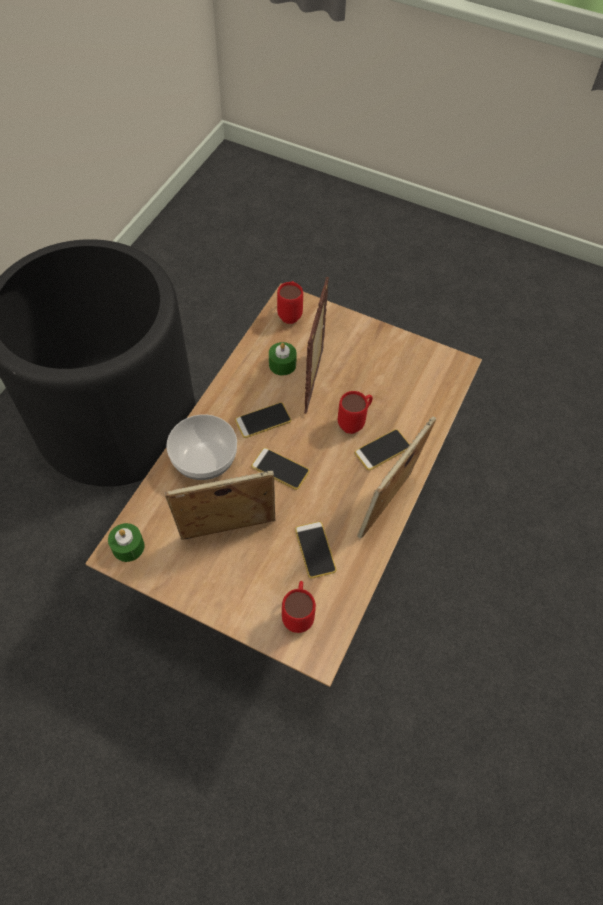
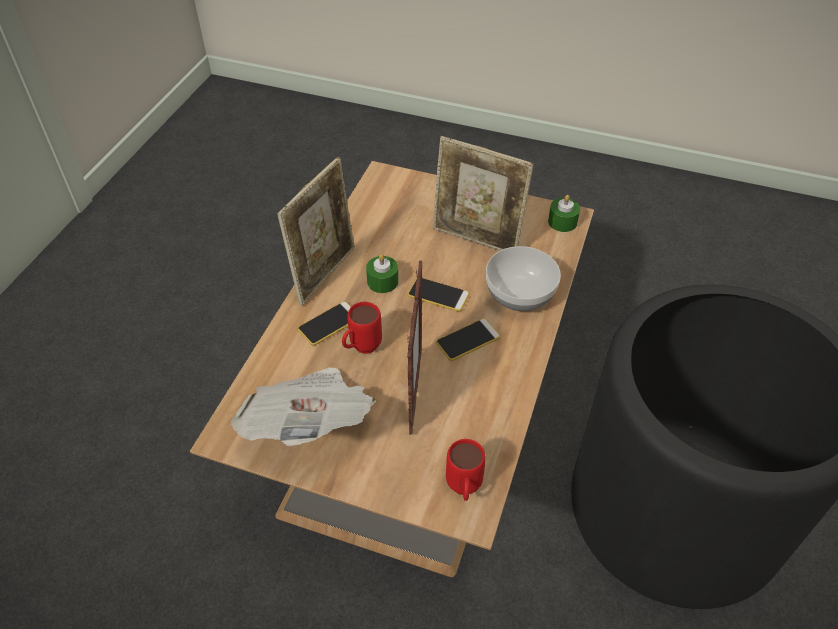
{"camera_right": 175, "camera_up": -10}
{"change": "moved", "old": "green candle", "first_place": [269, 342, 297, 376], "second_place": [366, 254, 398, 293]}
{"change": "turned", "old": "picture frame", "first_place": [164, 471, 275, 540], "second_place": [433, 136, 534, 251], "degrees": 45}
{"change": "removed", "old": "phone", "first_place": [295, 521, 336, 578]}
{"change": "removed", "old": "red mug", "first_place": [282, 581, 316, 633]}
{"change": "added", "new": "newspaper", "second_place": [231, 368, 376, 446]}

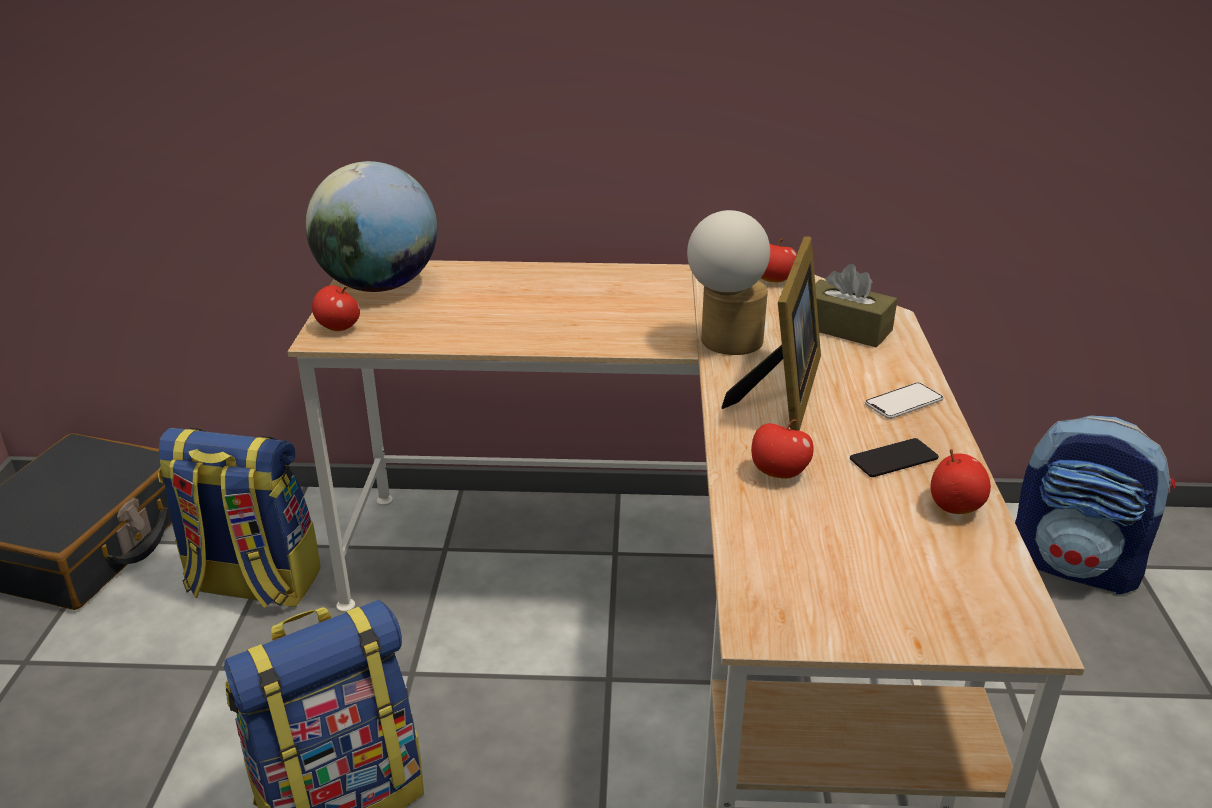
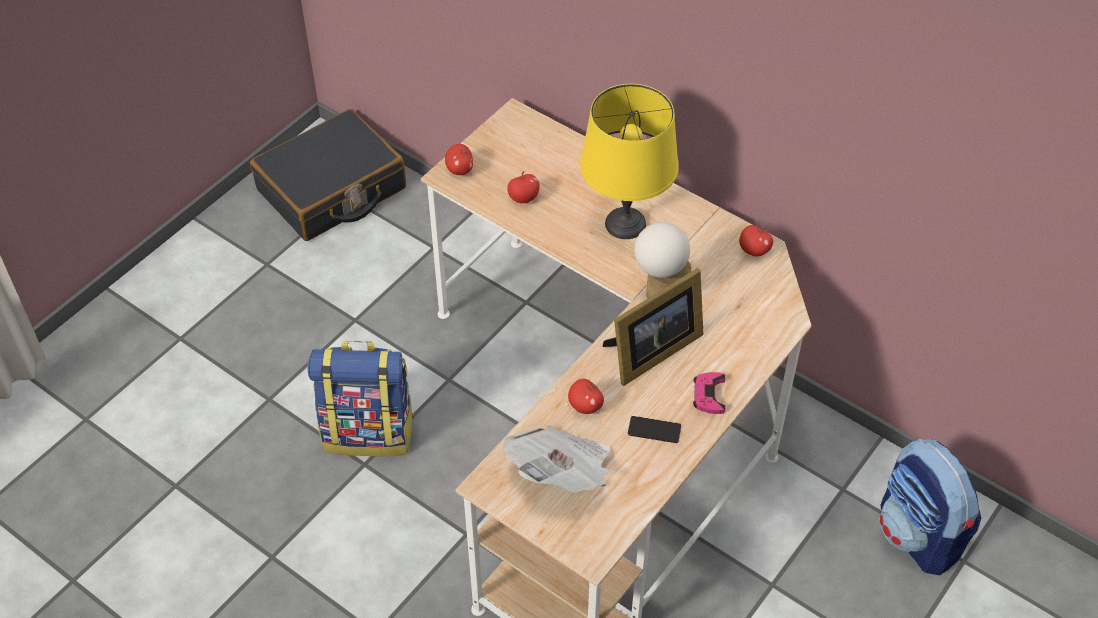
{"camera_right": 35, "camera_up": 20}
{"change": "removed", "old": "globe", "first_place": [305, 161, 437, 292]}
{"change": "removed", "old": "brown tissue box", "first_place": [815, 264, 897, 347]}
{"change": "replaced", "old": "phone", "new": "pink game controller", "first_place": [865, 383, 944, 419], "second_place": [693, 372, 726, 414]}
{"change": "removed", "old": "backpack", "first_place": [158, 428, 321, 608]}
{"change": "moved", "old": "apple", "first_place": [931, 449, 991, 514], "second_place": [507, 171, 540, 203]}
{"change": "added", "new": "yellow table lamp", "second_place": [580, 84, 679, 239]}
{"change": "added", "new": "newspaper", "second_place": [503, 425, 611, 493]}

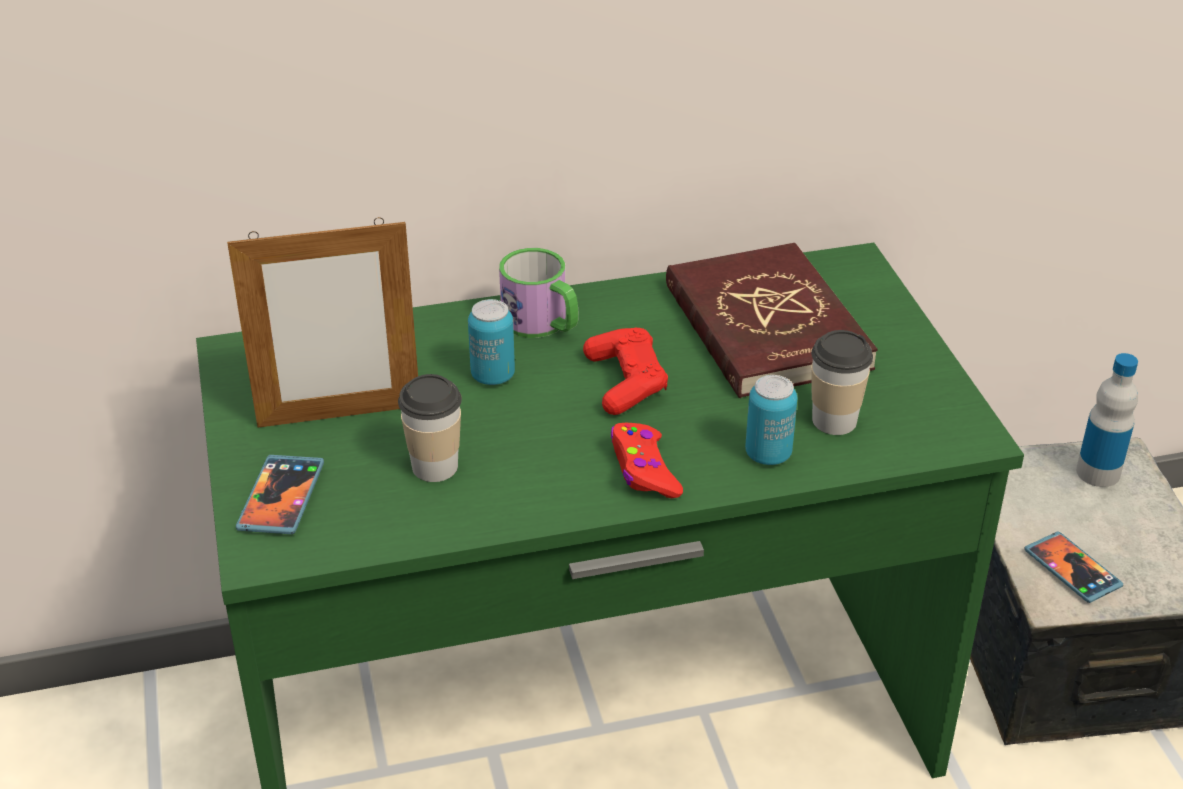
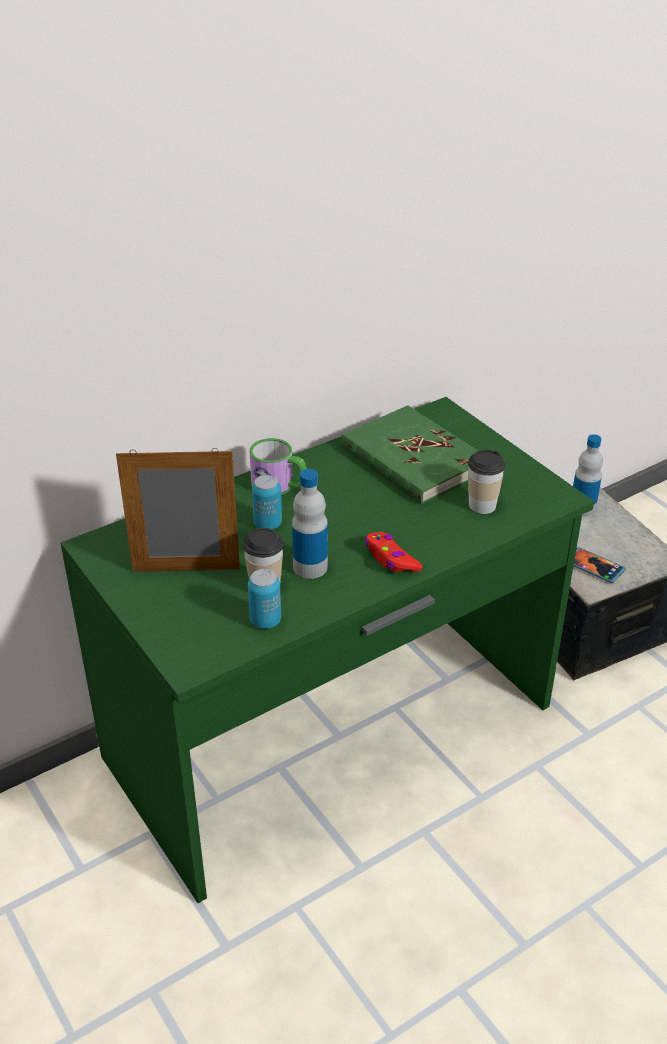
{"camera_right": -20, "camera_up": 0}
{"change": "turned", "old": "picture frame", "first_place": [227, 217, 418, 428], "second_place": [116, 448, 240, 572], "degrees": -150}
{"change": "recoloured", "old": "red book", "new": "green book", "first_place": [666, 243, 877, 398], "second_place": [341, 405, 478, 505]}
{"change": "removed", "old": "red game controller", "first_place": [583, 328, 668, 415]}
{"change": "moved", "old": "can", "first_place": [745, 375, 797, 465], "second_place": [248, 569, 281, 629]}
{"change": "removed", "old": "phone", "first_place": [236, 455, 324, 534]}
{"change": "added", "new": "bottle", "second_place": [292, 469, 328, 579]}

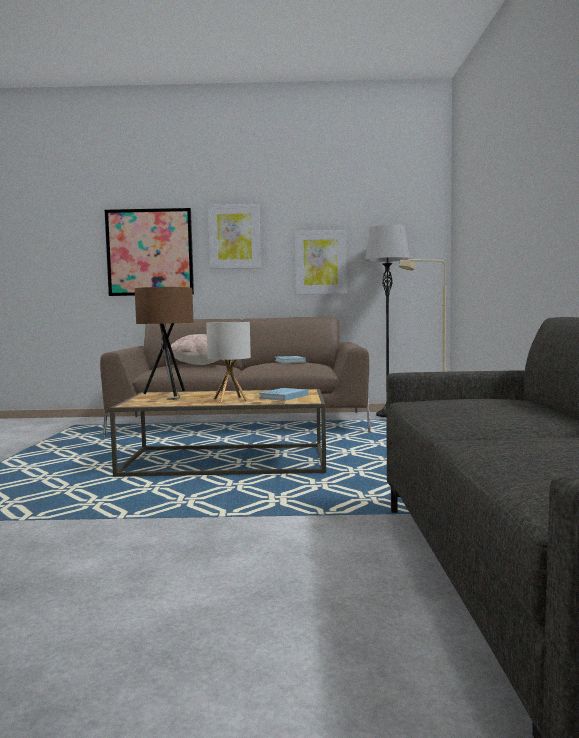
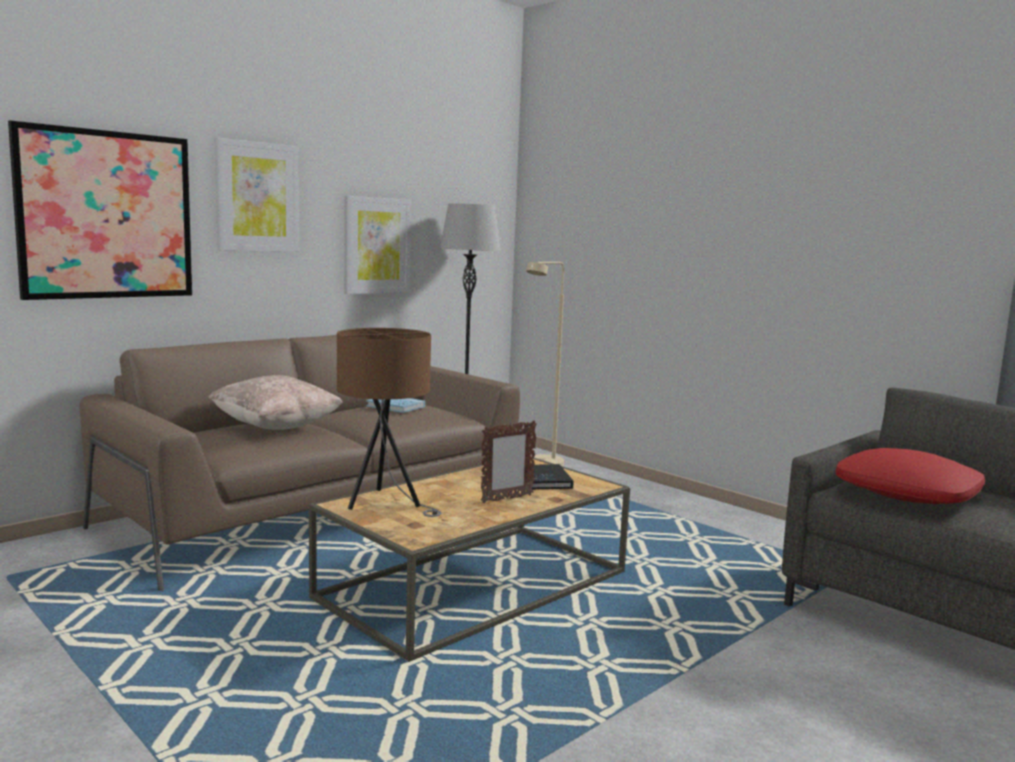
{"camera_right": -45, "camera_up": 5}
{"change": "replaced", "old": "table lamp", "new": "picture frame", "first_place": [206, 322, 251, 403], "second_place": [481, 421, 537, 503]}
{"change": "recoloured", "old": "blue book", "new": "black book", "first_place": [259, 388, 309, 401], "second_place": [528, 464, 574, 489]}
{"change": "added", "new": "red pillow", "second_place": [836, 448, 985, 504]}

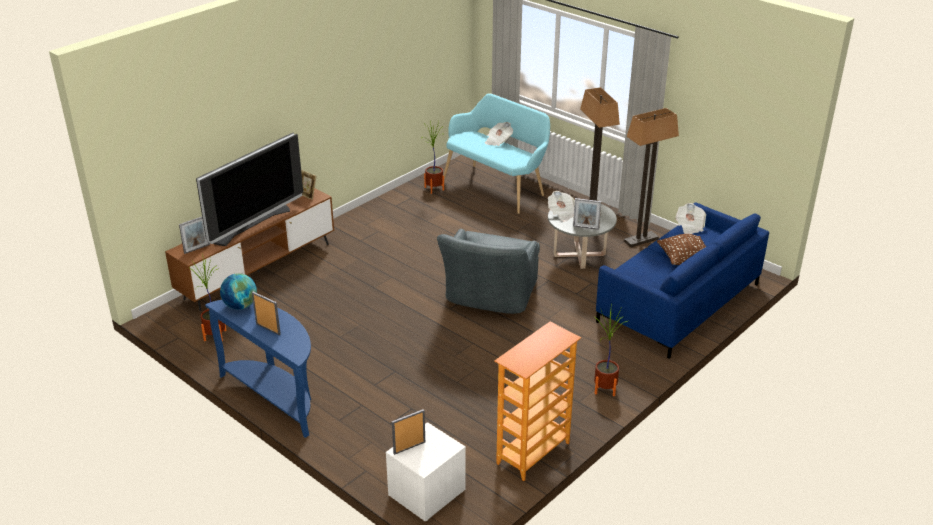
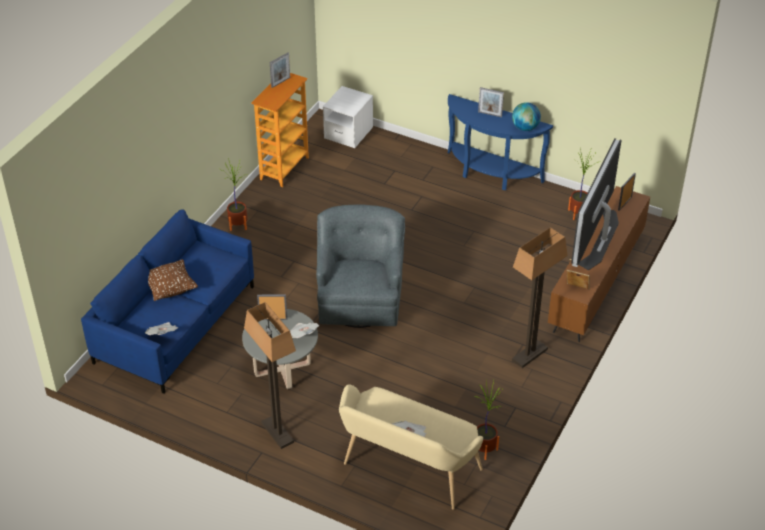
{"camera_right": 165, "camera_up": 10}
{"change": "recoloured", "old": "turquoise bench", "new": "beige bench", "first_place": [443, 93, 550, 214], "second_place": [339, 384, 483, 510]}
{"change": "moved", "old": "floor lamp", "first_place": [624, 108, 679, 247], "second_place": [512, 227, 568, 368]}
{"change": "moved", "old": "picture frame", "first_place": [392, 409, 425, 455], "second_place": [270, 52, 290, 88]}

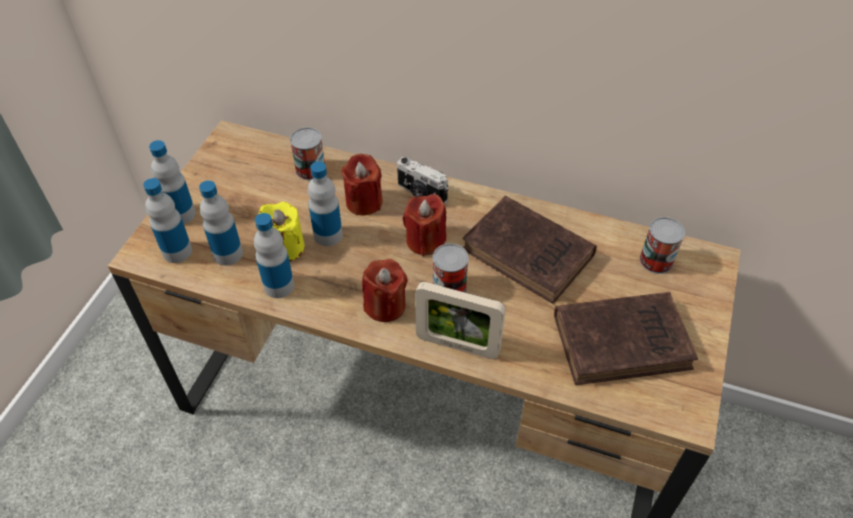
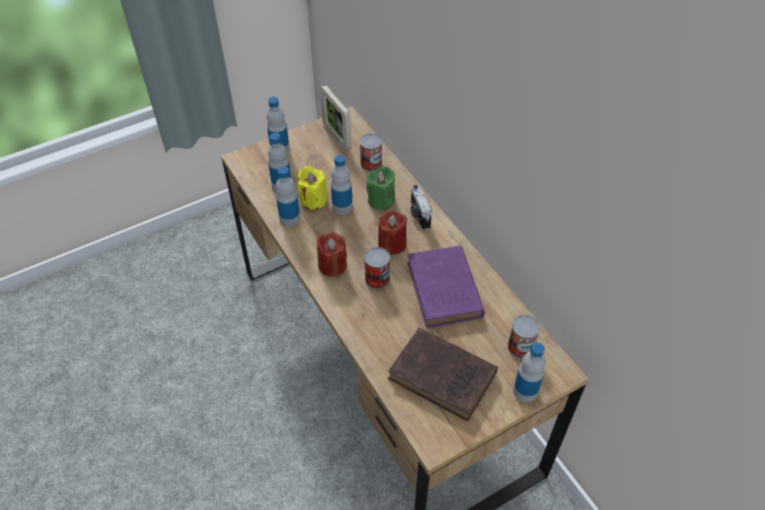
{"camera_right": 40, "camera_up": 0}
{"change": "recoloured", "old": "red candle", "new": "green candle", "first_place": [342, 154, 383, 215], "second_place": [366, 166, 395, 211]}
{"change": "moved", "old": "bottle", "first_place": [143, 178, 192, 263], "second_place": [513, 342, 546, 402]}
{"change": "recoloured", "old": "brown book", "new": "purple book", "first_place": [463, 196, 597, 304], "second_place": [407, 246, 485, 328]}
{"change": "moved", "old": "picture frame", "first_place": [415, 282, 506, 359], "second_place": [320, 85, 352, 151]}

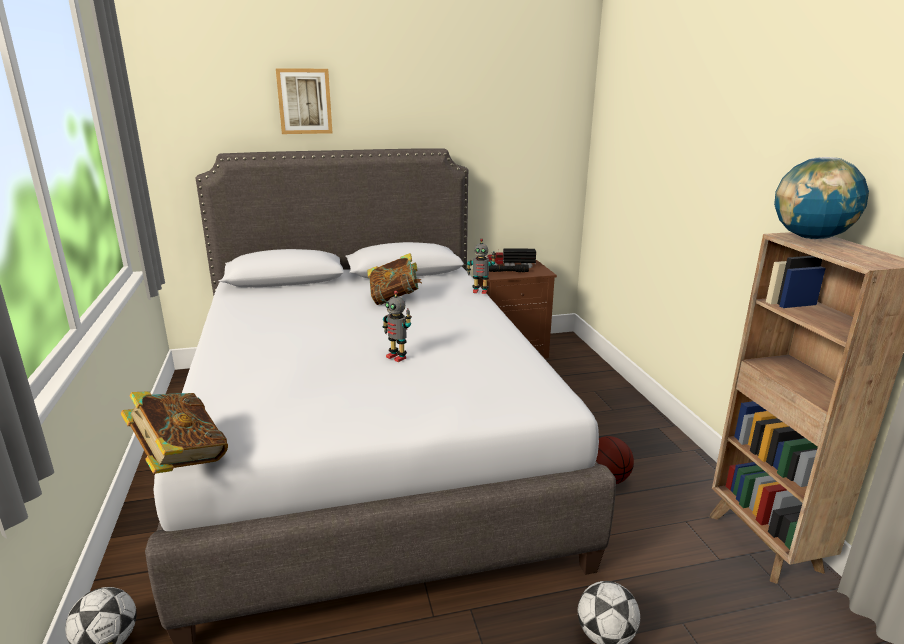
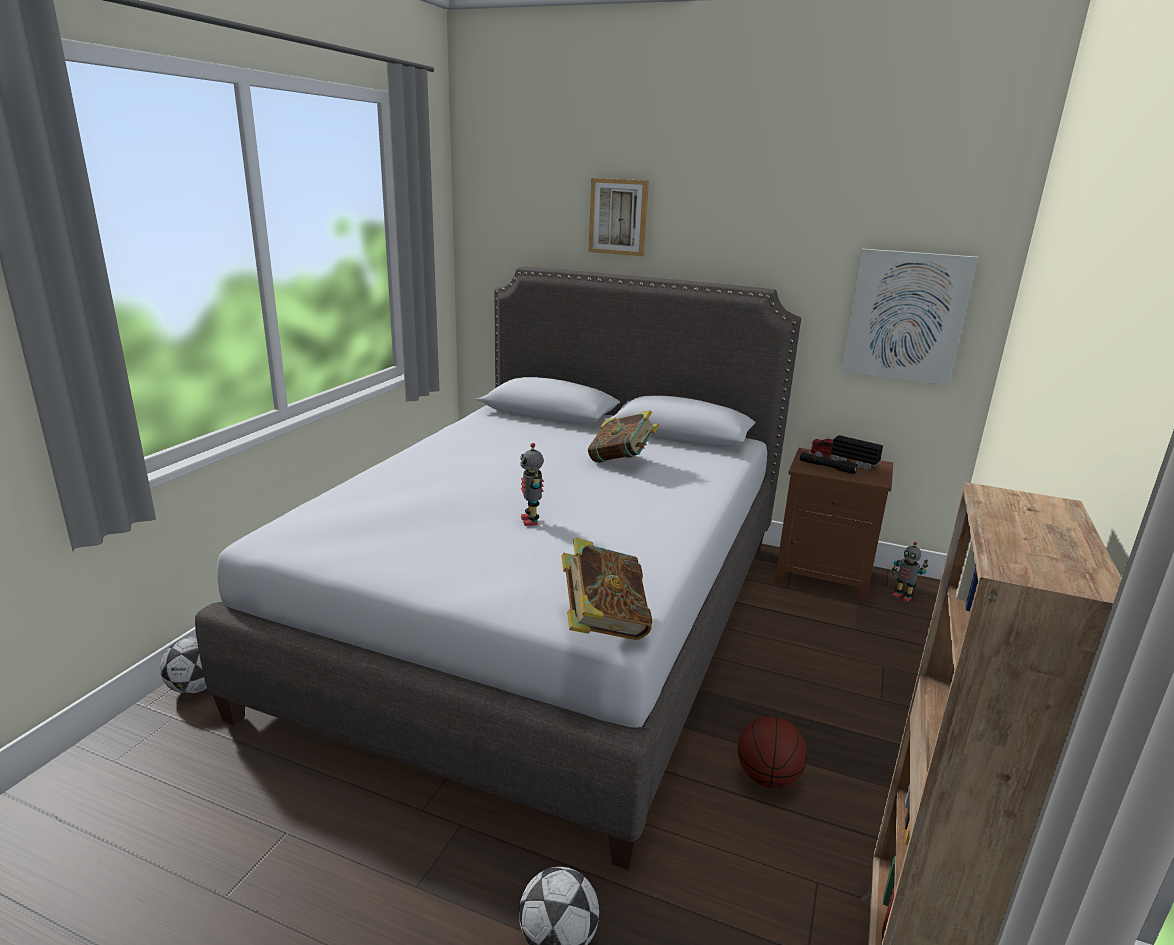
{"camera_right": 35, "camera_up": 0}
{"change": "removed", "old": "globe", "first_place": [774, 157, 869, 239]}
{"change": "moved", "old": "toy robot", "first_place": [467, 239, 496, 294], "second_place": [892, 542, 928, 602]}
{"change": "moved", "old": "book", "first_place": [120, 391, 228, 474], "second_place": [561, 538, 652, 640]}
{"change": "added", "new": "picture", "second_place": [842, 249, 978, 385]}

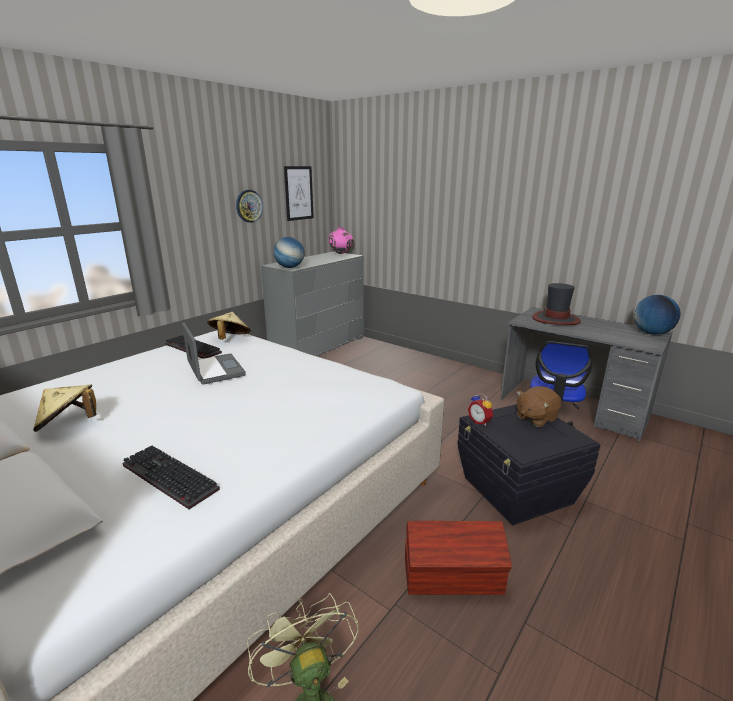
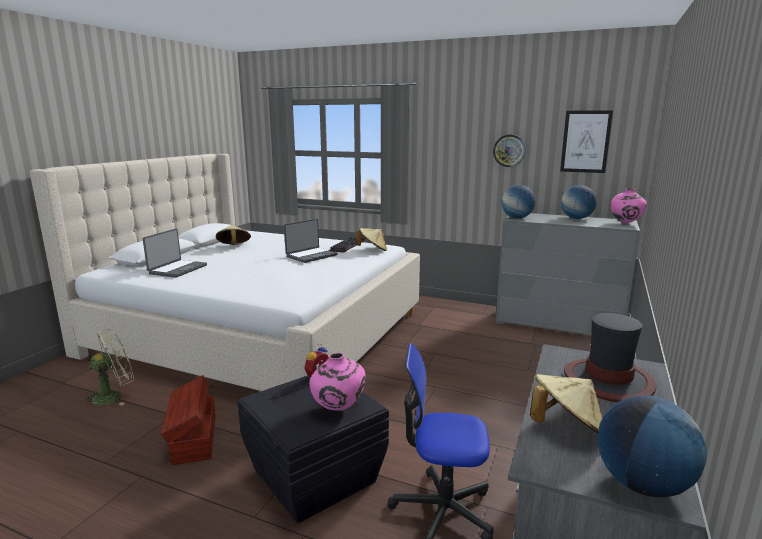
{"camera_right": 75, "camera_up": -5}
{"change": "replaced", "old": "brown plush toy", "new": "pink vase", "first_place": [517, 386, 562, 427], "second_place": [309, 353, 366, 411]}
{"change": "replaced", "old": "keyboard", "new": "laptop", "first_place": [123, 446, 220, 509], "second_place": [143, 229, 207, 278]}
{"change": "added", "new": "globe", "second_place": [561, 185, 597, 219]}
{"change": "added", "new": "beige hat", "second_place": [530, 374, 602, 433]}

